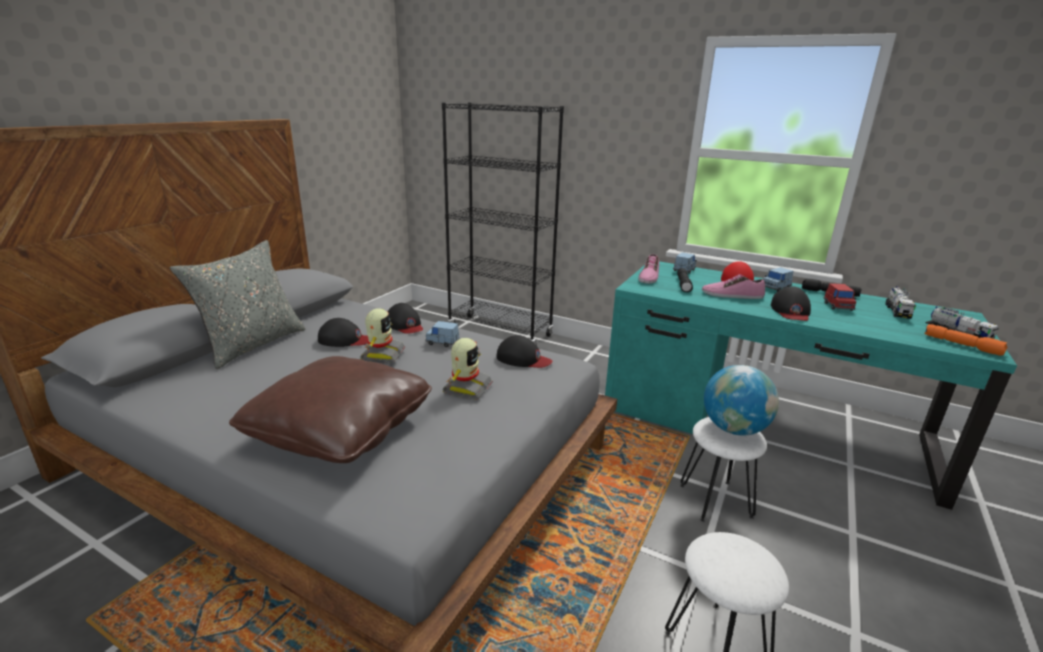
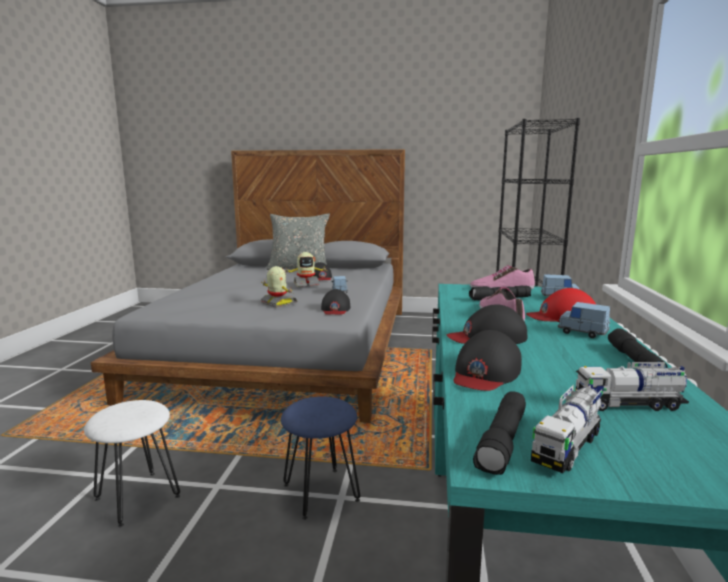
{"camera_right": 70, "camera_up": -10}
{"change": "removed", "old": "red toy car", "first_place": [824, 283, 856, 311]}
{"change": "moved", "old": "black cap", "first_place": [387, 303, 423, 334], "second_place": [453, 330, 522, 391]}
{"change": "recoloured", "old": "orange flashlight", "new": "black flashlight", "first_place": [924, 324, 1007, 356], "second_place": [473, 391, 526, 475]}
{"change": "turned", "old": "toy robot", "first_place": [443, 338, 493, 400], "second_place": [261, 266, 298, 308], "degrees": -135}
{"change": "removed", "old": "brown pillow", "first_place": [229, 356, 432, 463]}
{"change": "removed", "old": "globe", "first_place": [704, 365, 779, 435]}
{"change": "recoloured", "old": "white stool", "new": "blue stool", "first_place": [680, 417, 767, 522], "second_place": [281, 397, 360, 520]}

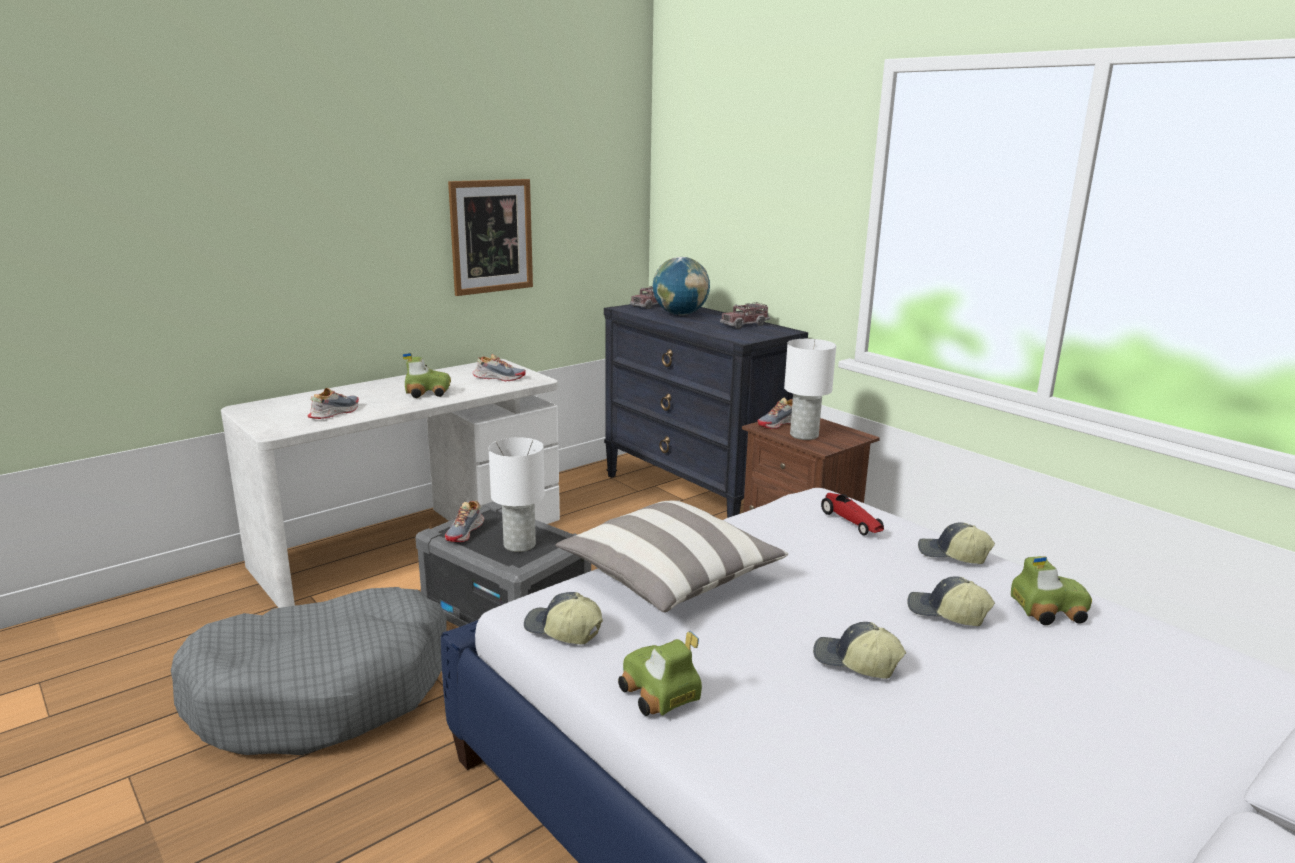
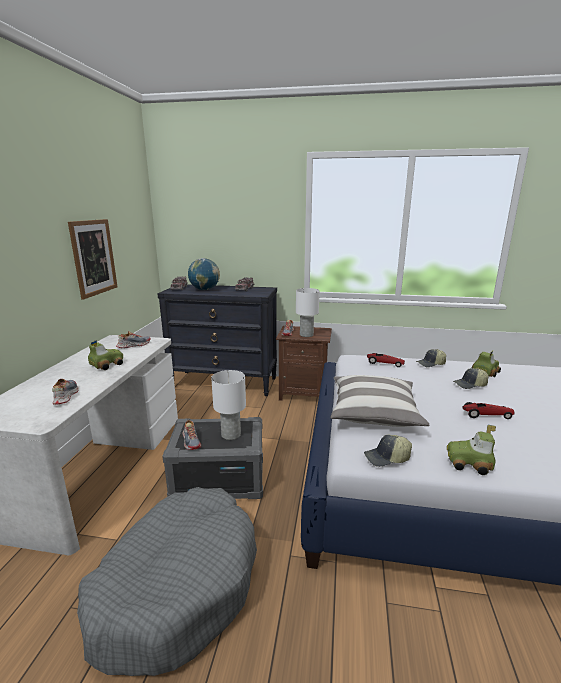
{"camera_right": -40, "camera_up": 0}
{"change": "replaced", "old": "cap", "new": "toy car", "first_place": [813, 622, 906, 679], "second_place": [462, 402, 515, 419]}

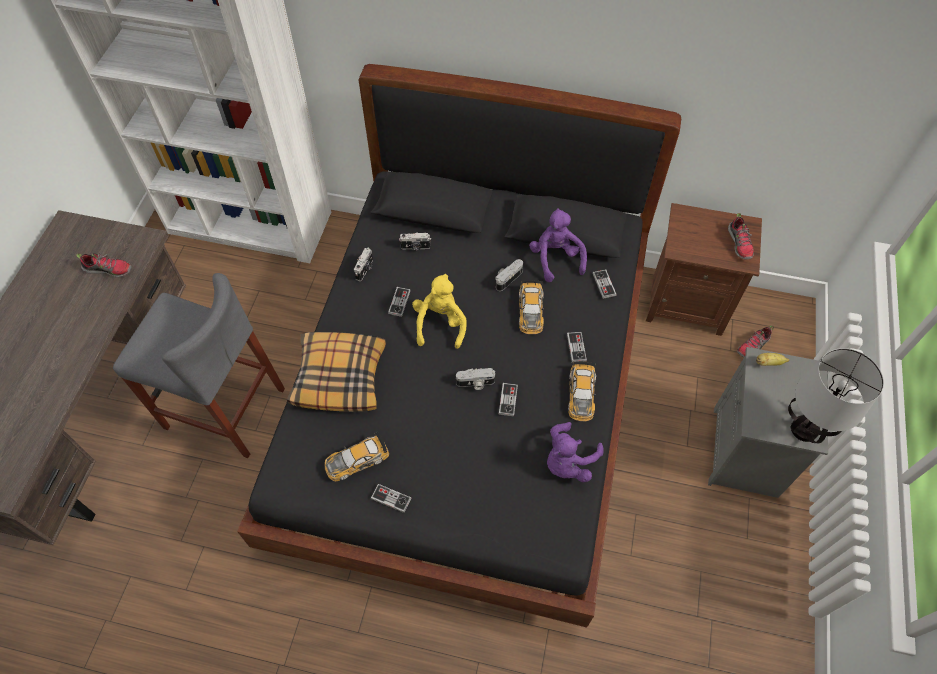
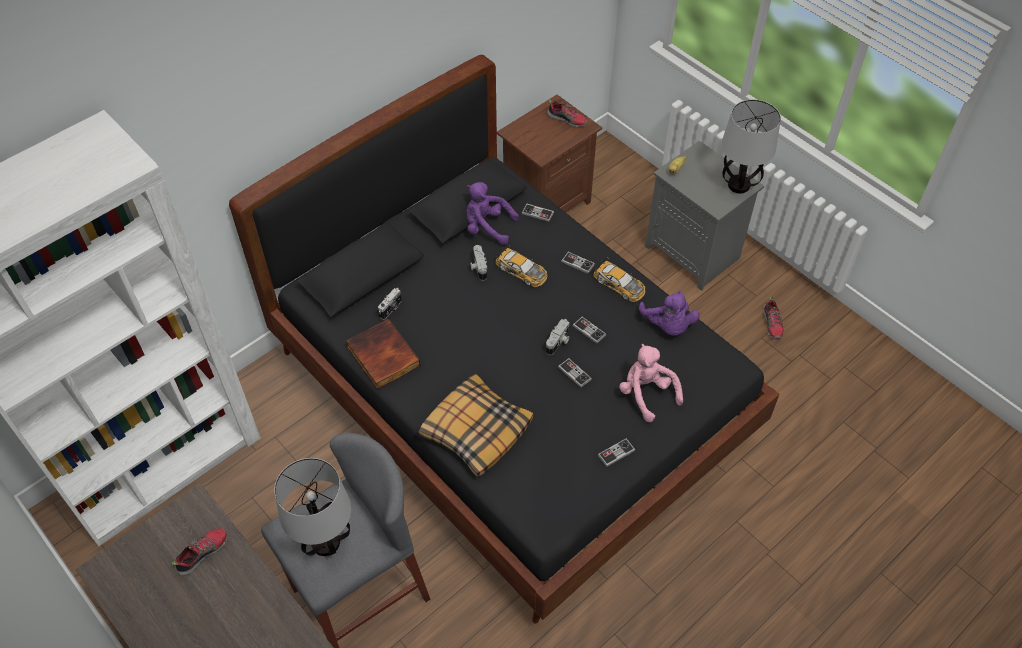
{"camera_right": -55, "camera_up": -5}
{"change": "replaced", "old": "photo camera", "new": "book", "first_place": [354, 247, 373, 281], "second_place": [346, 319, 421, 389]}
{"change": "removed", "old": "yellow plush toy", "first_place": [412, 274, 467, 349]}
{"change": "moved", "old": "game controller", "first_place": [388, 287, 411, 317], "second_place": [558, 358, 592, 388]}
{"change": "moved", "old": "shoe", "first_place": [737, 325, 774, 358], "second_place": [763, 296, 784, 339]}
{"change": "removed", "old": "toy car", "first_place": [325, 431, 389, 482]}
{"change": "added", "new": "pink plush toy", "second_place": [619, 344, 683, 422]}
{"change": "added", "new": "table lamp", "second_place": [274, 458, 351, 556]}

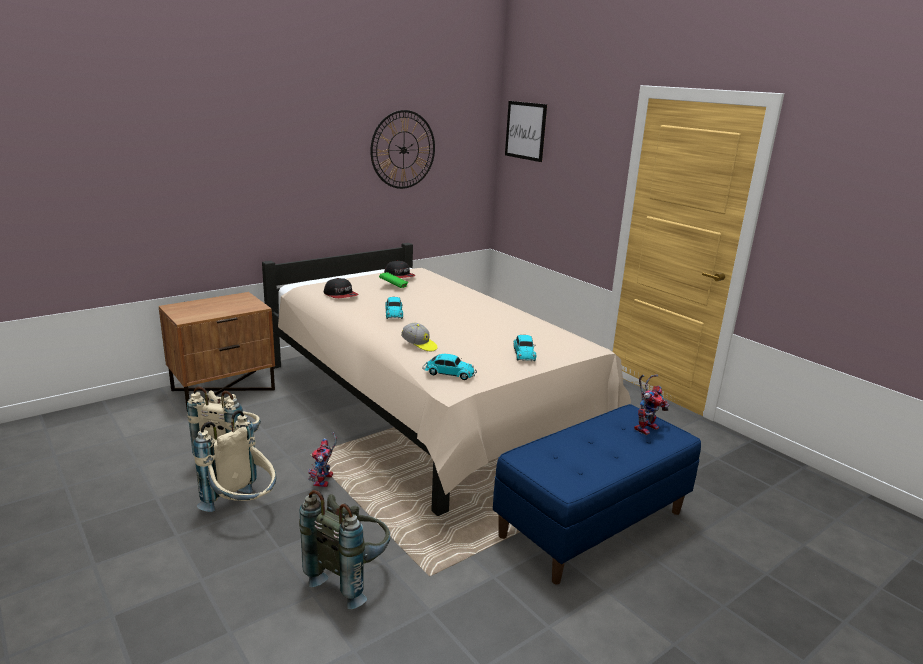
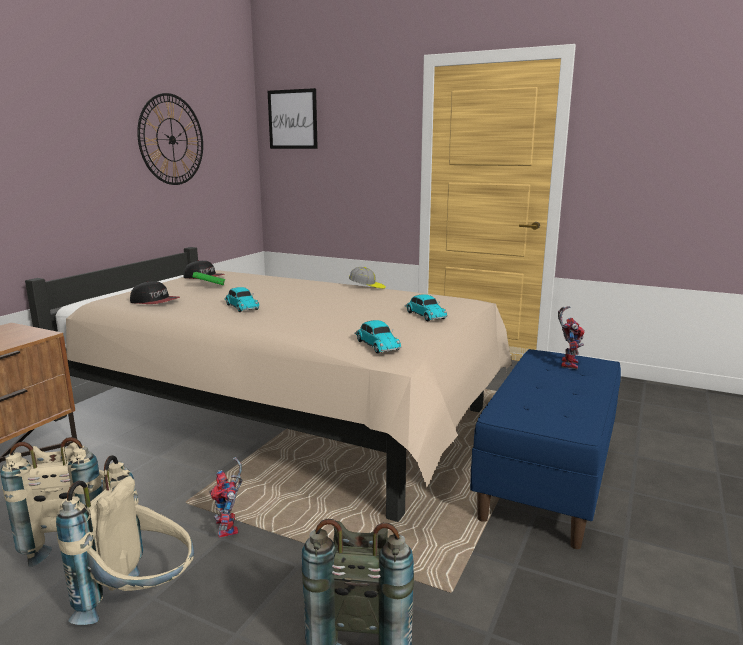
{"camera_right": -25, "camera_up": -5}
{"change": "moved", "old": "cap", "first_place": [401, 323, 437, 351], "second_place": [349, 267, 386, 289]}
{"change": "turned", "old": "toy car", "first_place": [422, 354, 477, 380], "second_place": [354, 320, 401, 354], "degrees": 75}

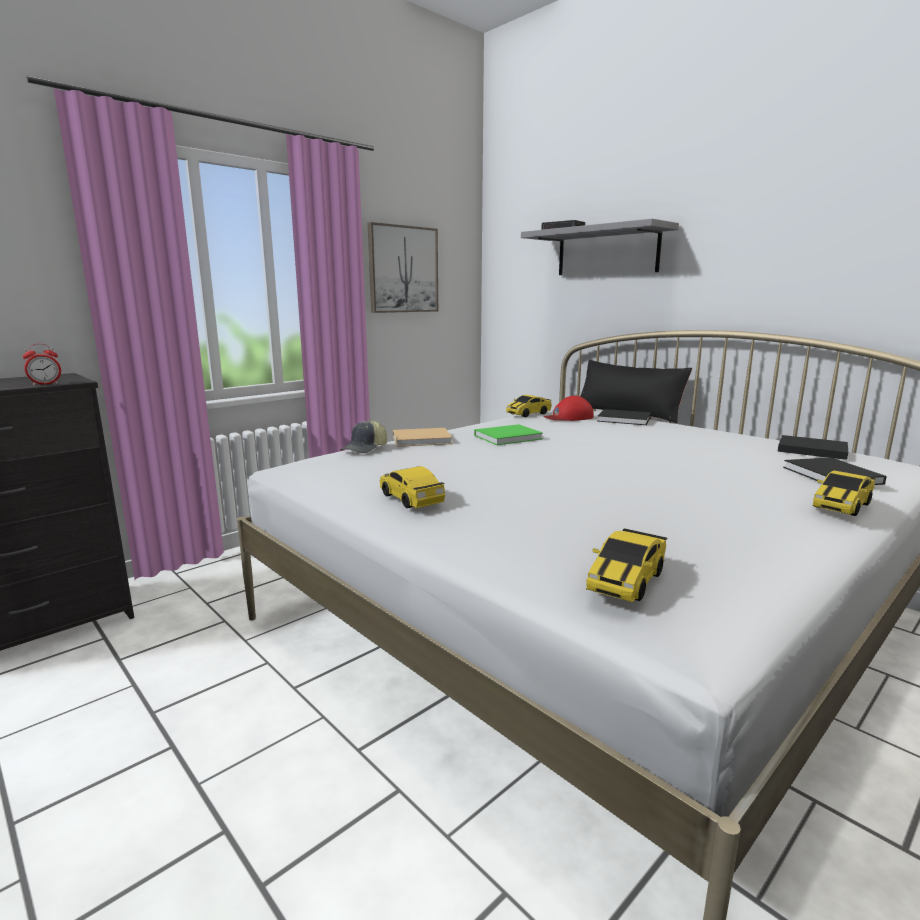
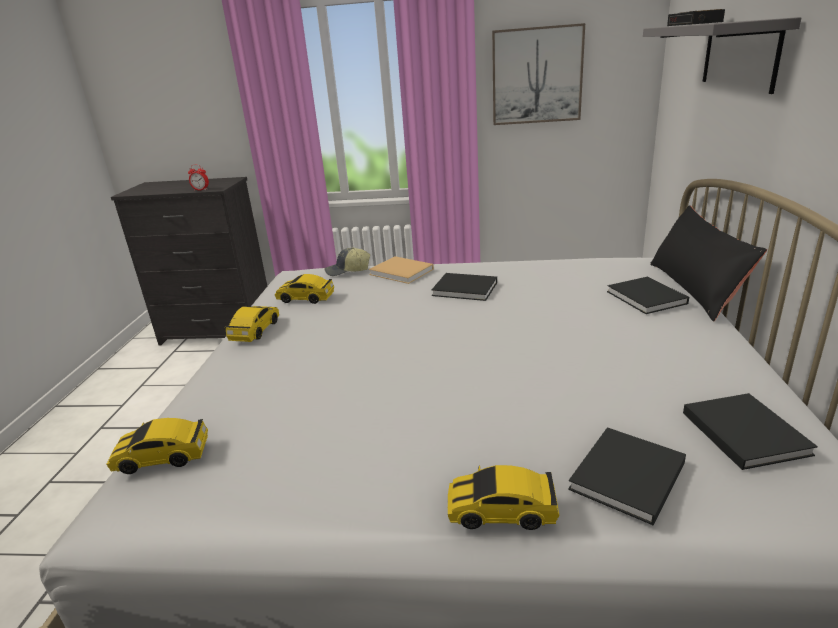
{"camera_right": 50, "camera_up": 10}
{"change": "moved", "old": "toy car", "first_place": [506, 395, 552, 417], "second_place": [274, 274, 335, 304]}
{"change": "removed", "old": "red cap", "first_place": [543, 396, 594, 421]}
{"change": "recoloured", "old": "green book", "new": "black book", "first_place": [474, 424, 543, 445], "second_place": [432, 273, 497, 301]}

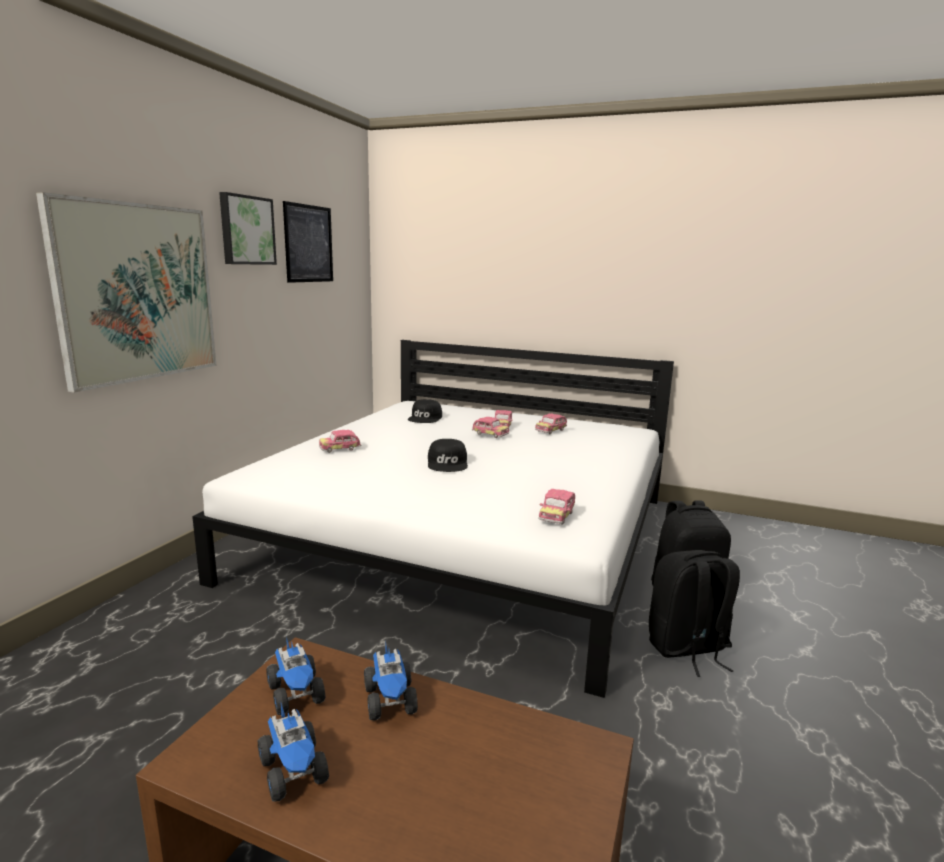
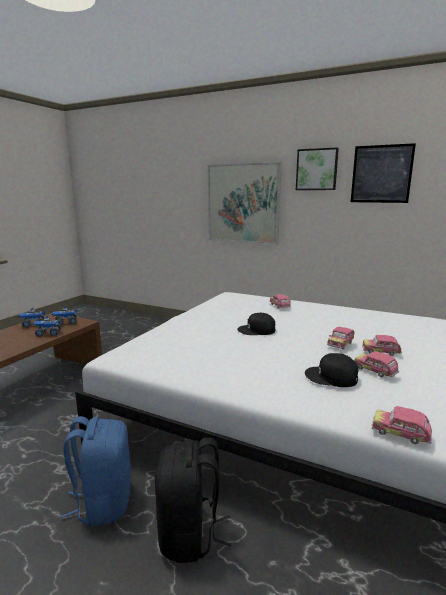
{"camera_right": 95, "camera_up": 0}
{"change": "moved", "old": "black cap", "first_place": [408, 399, 442, 423], "second_place": [305, 353, 359, 387]}
{"change": "moved", "old": "toy car", "first_place": [538, 489, 575, 524], "second_place": [372, 406, 432, 444]}
{"change": "recoloured", "old": "black backpack", "new": "blue backpack", "first_place": [649, 550, 740, 677], "second_place": [61, 416, 131, 526]}

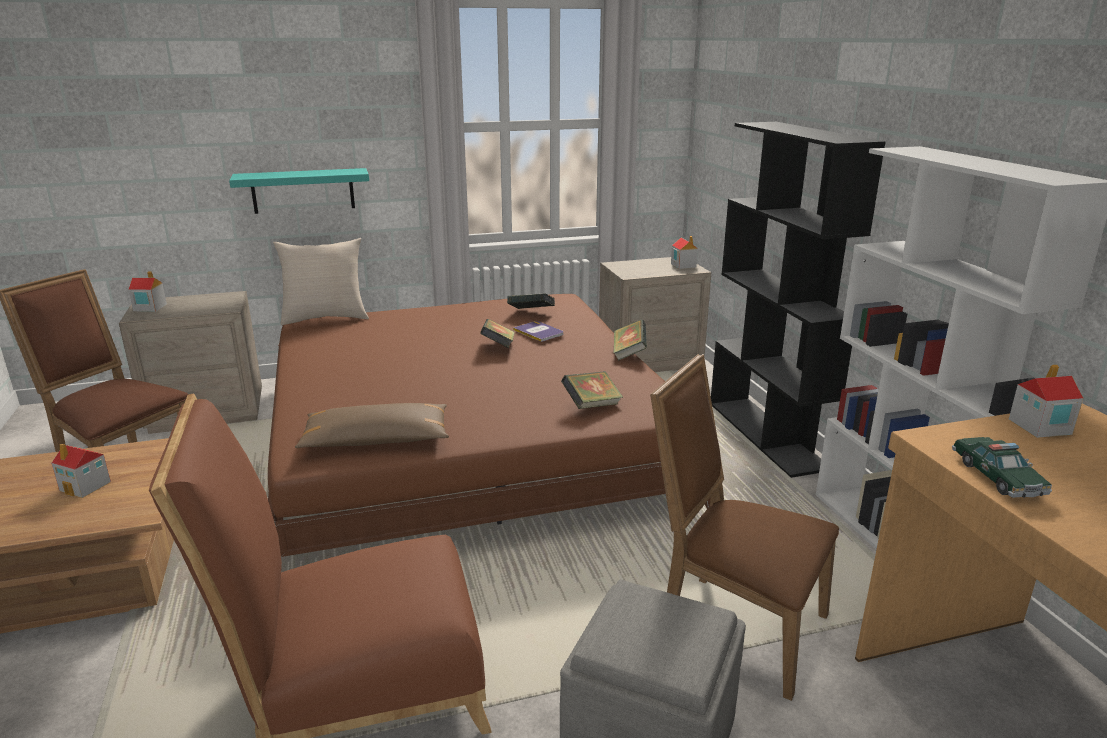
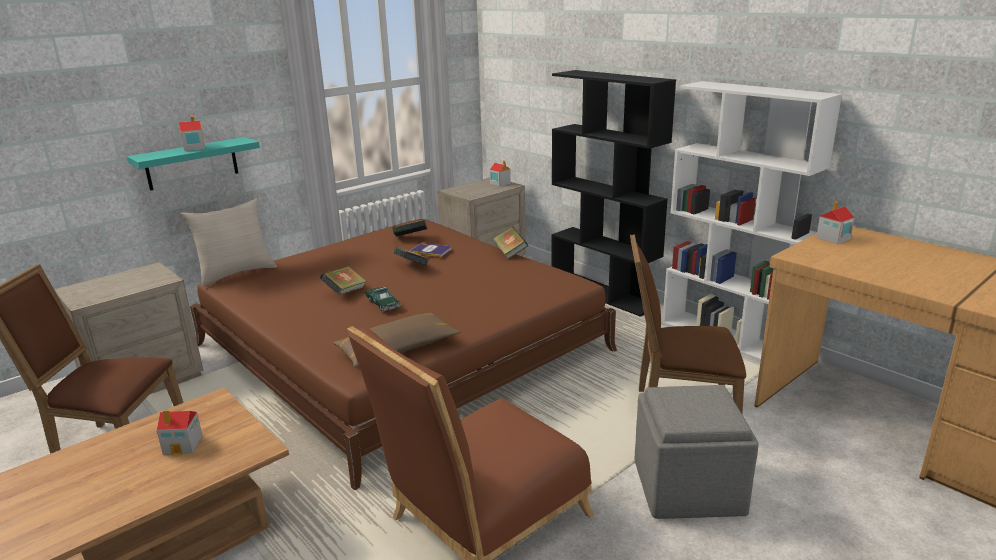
{"camera_right": -25, "camera_up": 0}
{"change": "moved", "old": "toy house", "first_place": [128, 272, 167, 312], "second_place": [179, 116, 205, 151]}
{"change": "moved", "old": "book", "first_place": [561, 371, 623, 409], "second_place": [320, 266, 367, 295]}
{"change": "moved", "old": "toy car", "first_place": [952, 437, 1052, 498], "second_place": [364, 287, 401, 311]}

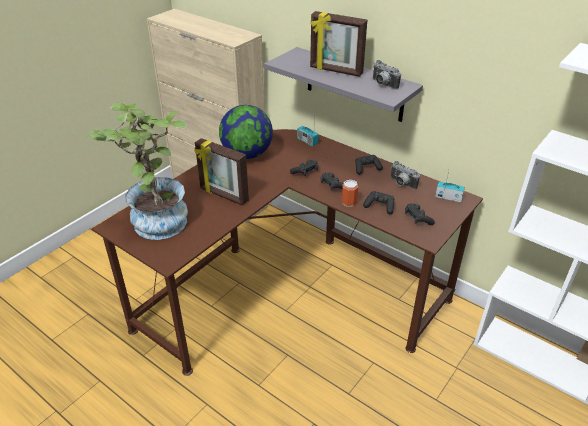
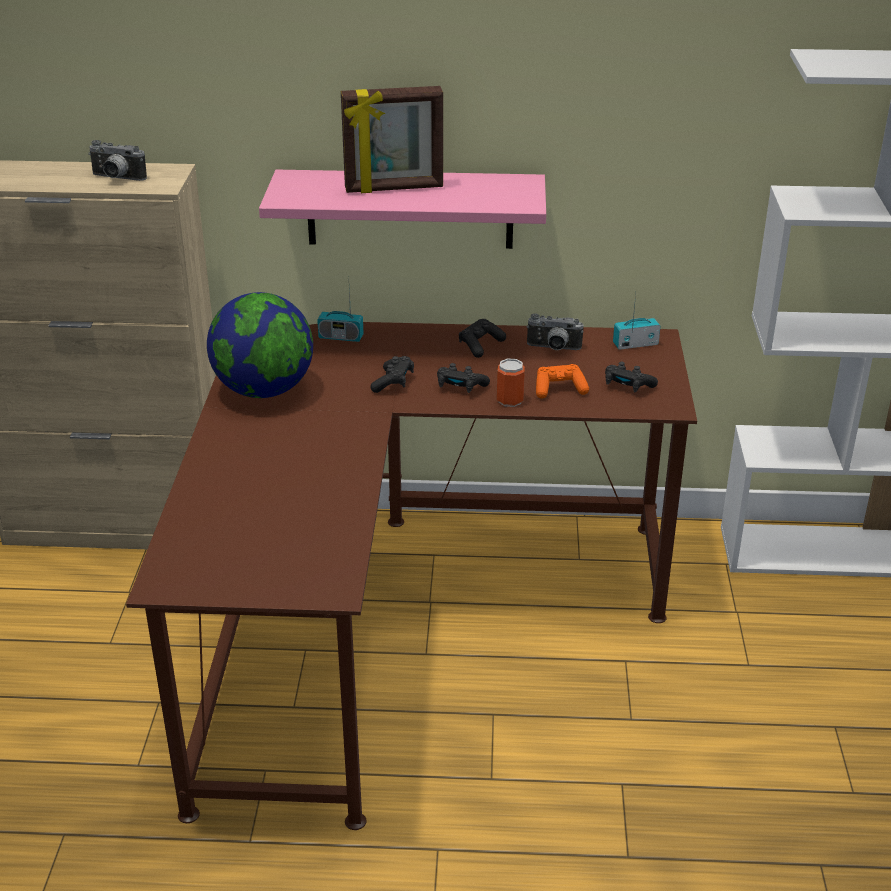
{"camera_right": -35, "camera_up": -5}
{"change": "recoloured", "old": "grey shelf", "new": "pink shelf", "first_place": [264, 47, 423, 122], "second_place": [259, 170, 546, 249]}
{"change": "moved", "old": "photo camera", "first_place": [373, 60, 401, 90], "second_place": [88, 140, 147, 181]}
{"change": "removed", "old": "potted plant", "first_place": [86, 102, 188, 240]}
{"change": "removed", "old": "picture frame", "first_place": [194, 138, 249, 206]}
{"change": "recoloured", "old": "black game controller", "new": "orange game controller", "first_place": [363, 191, 394, 214], "second_place": [536, 364, 589, 399]}

